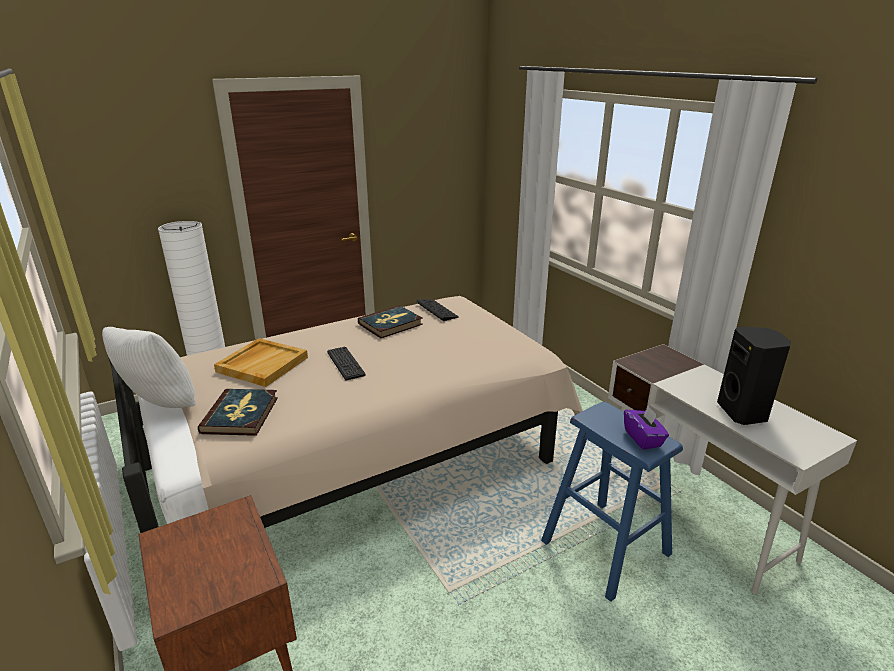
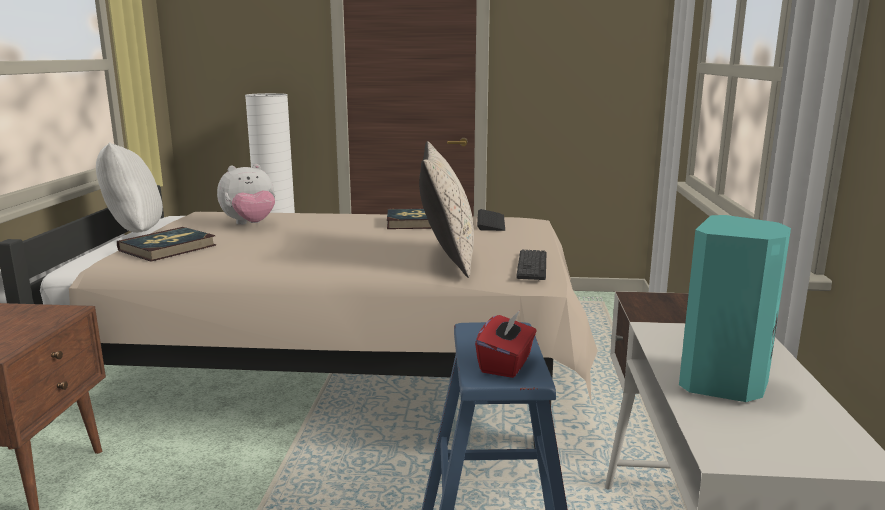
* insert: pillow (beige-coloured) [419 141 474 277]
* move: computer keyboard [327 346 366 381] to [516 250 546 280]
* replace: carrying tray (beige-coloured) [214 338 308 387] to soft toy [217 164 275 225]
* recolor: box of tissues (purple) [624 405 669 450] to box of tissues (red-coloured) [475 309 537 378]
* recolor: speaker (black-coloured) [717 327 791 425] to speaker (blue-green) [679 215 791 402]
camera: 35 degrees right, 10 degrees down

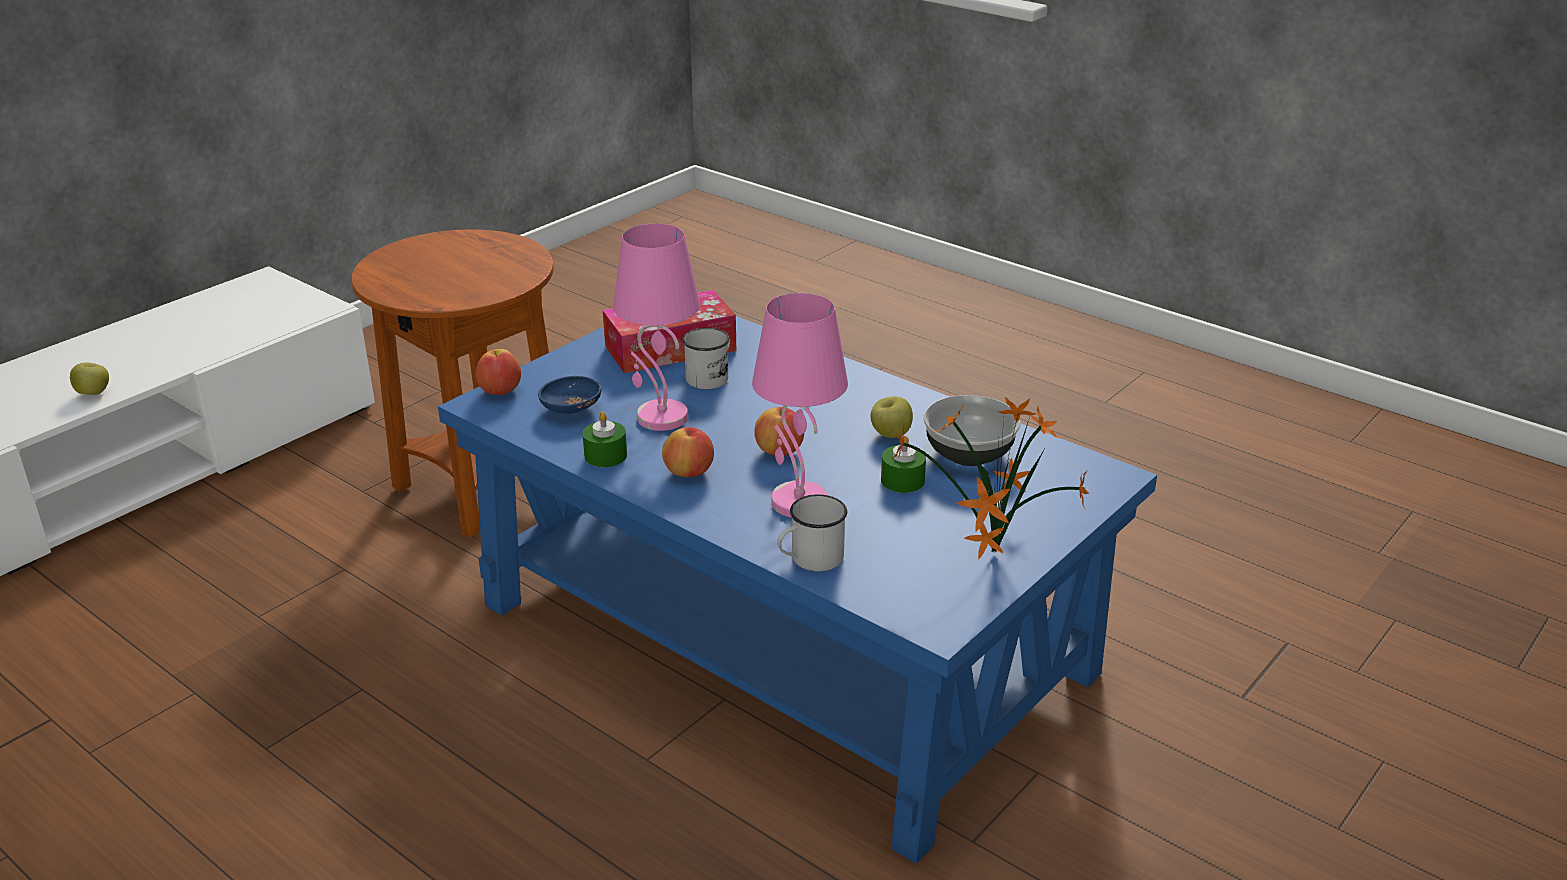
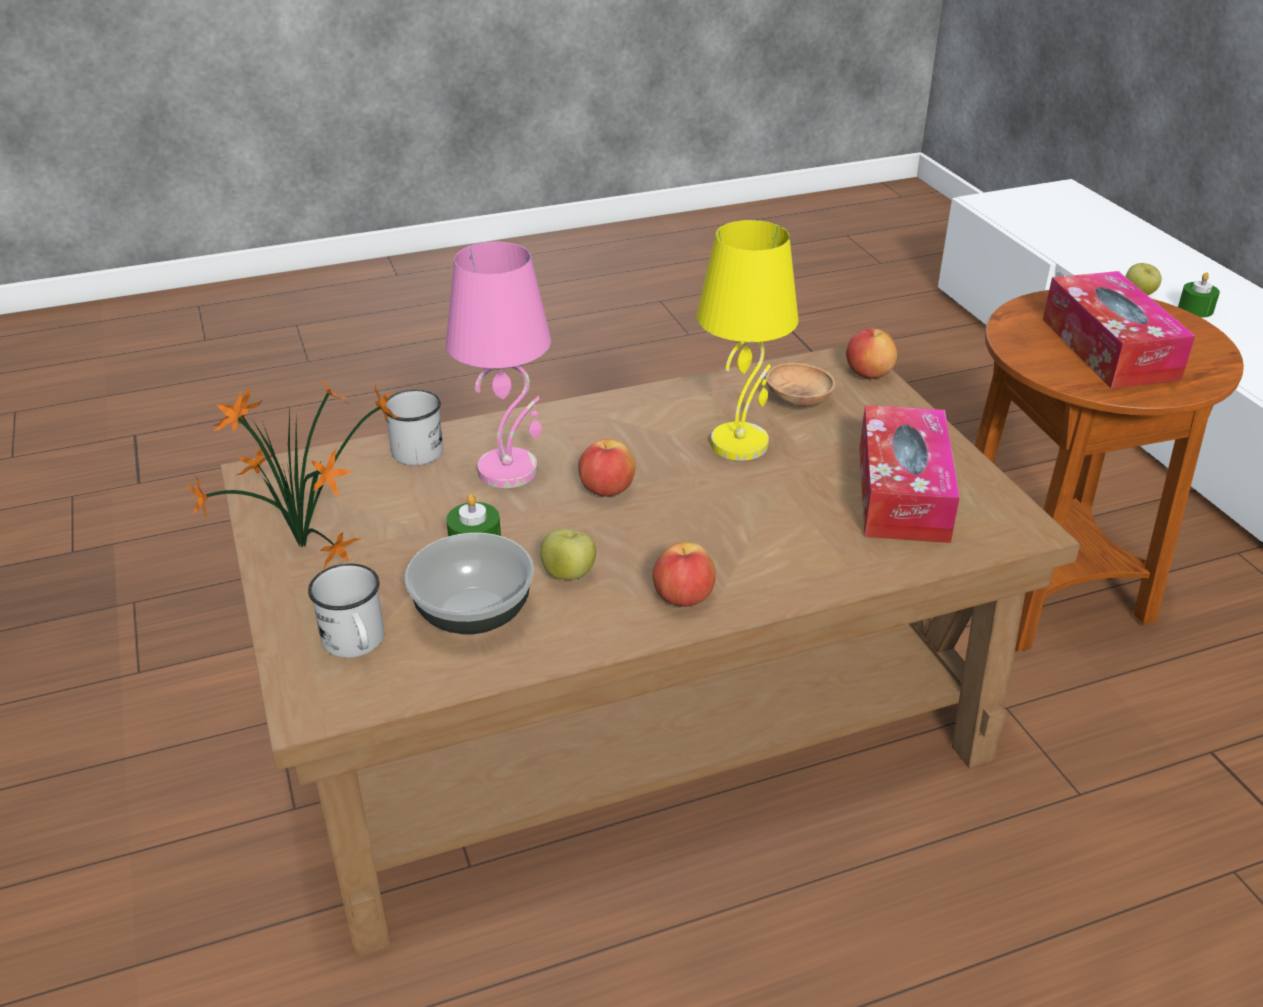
* insert: box of tissues [1043 271 1195 388]
* move: wax light (green) [583 411 627 467] to [1178 272 1220 317]
* move: whole apple [662 427 714 477] to [652 542 716 607]
* move: coffee mug (whitish) [682 328 730 389] to [308 563 384 658]
* recolor: lounge table (blue-coloured) [438 316 1157 864] to lounge table (brown) [220 345 1080 957]
* recolor: deep dish (blue-coloured) [538 376 602 414] to deep dish (brown) [766 363 835 407]
* recolor: tabletop lamp (pink) [613 224 700 431] to tabletop lamp (yellow) [697 220 799 461]
camera: 120 degrees right, 5 degrees up

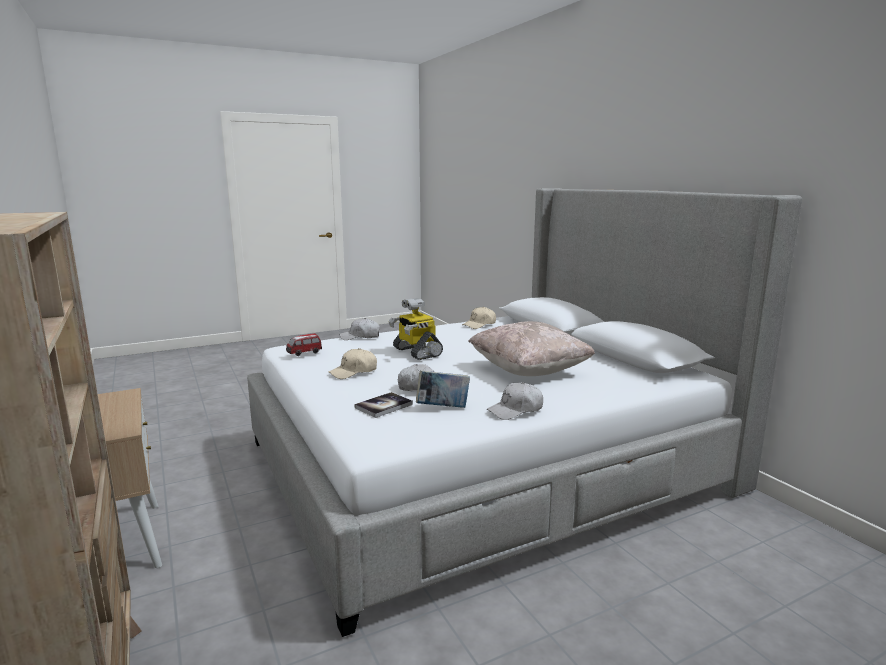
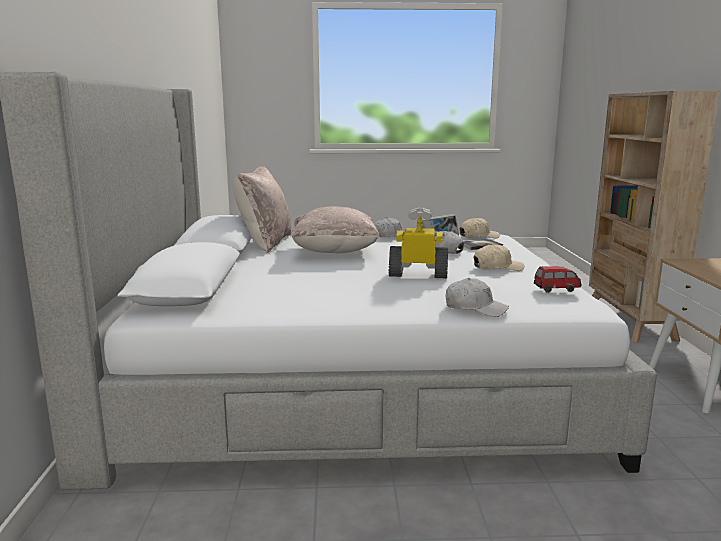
* insert: pillow (beige-coloured) [234 166 291 253]
* move: baseball cap (beige-coloured) [462 307 496 329] to [460 217 500 238]
* rotate: model robot [388 298 443 360] = [389 207 448 278] 75 degrees counterclockwise
camera: 155 degrees left, 0 degrees up

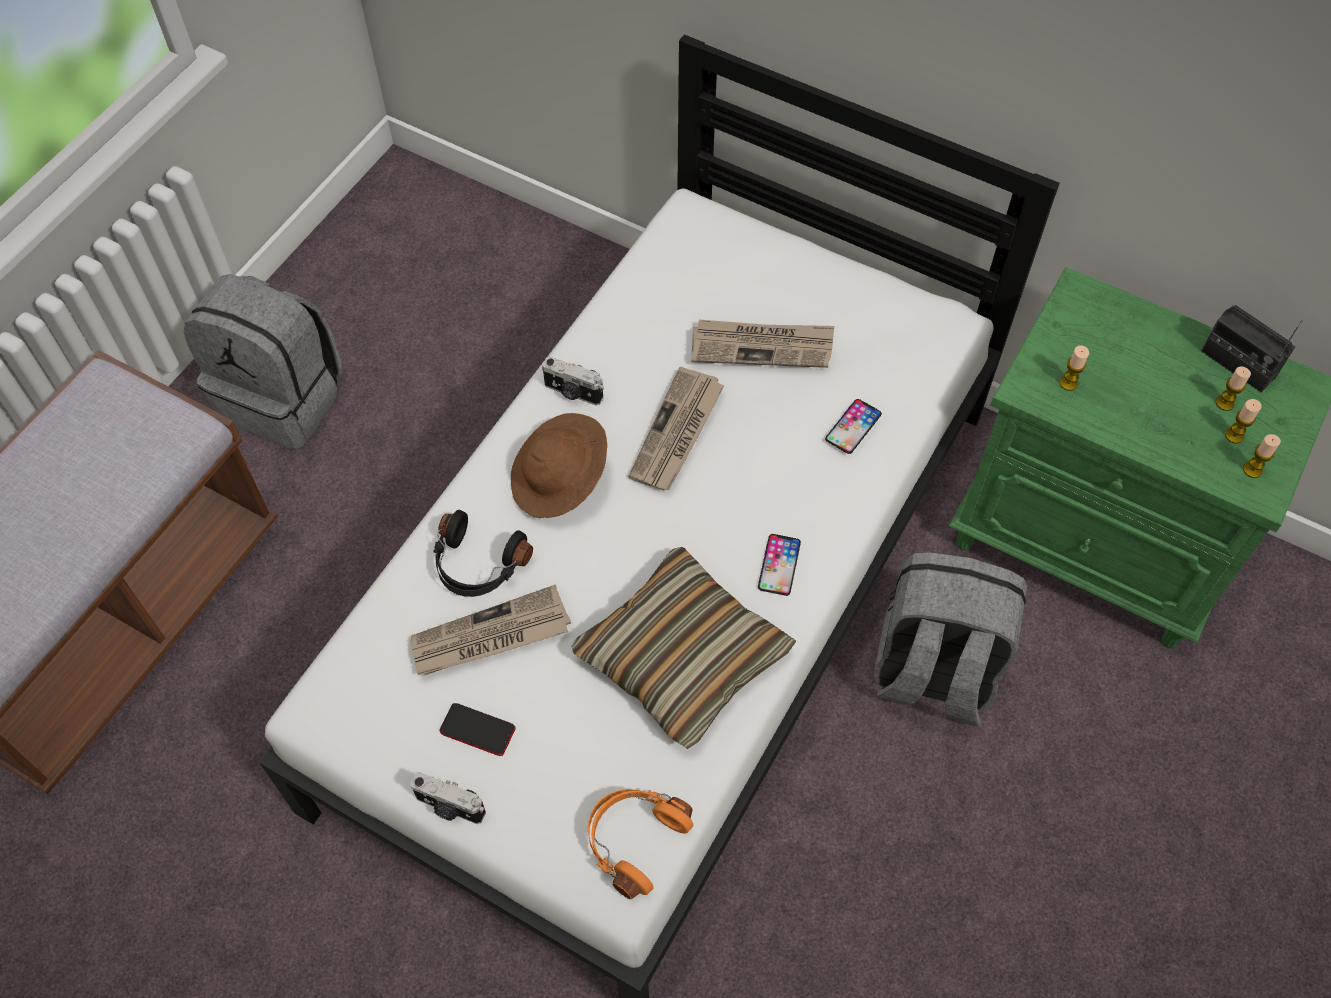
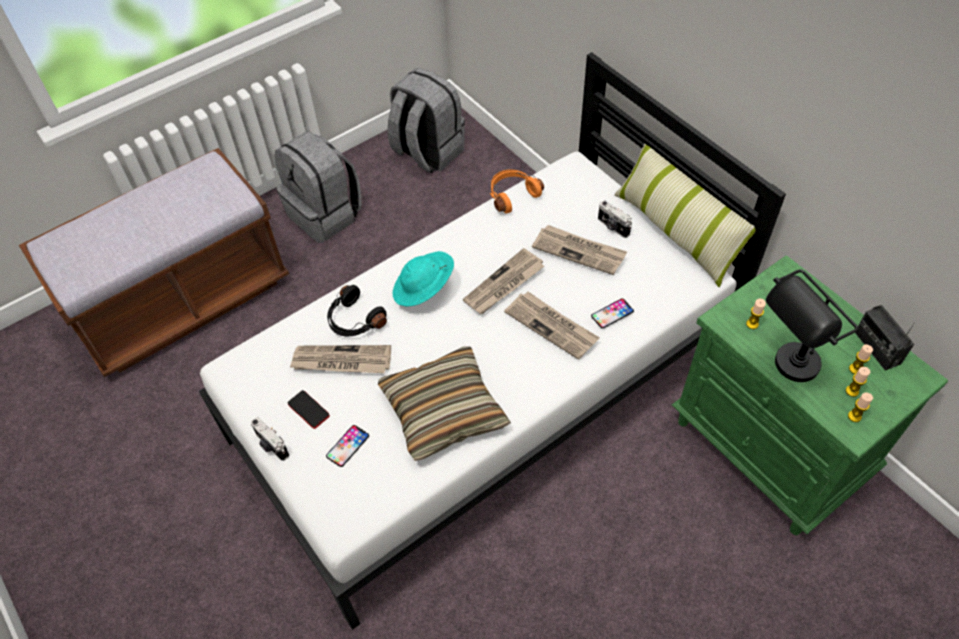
* insert: daily paper [504 292 600 360]
* insert: pillow [614 143 756 287]
* insert: tabletop lamp (black-coloured) [766 269 858 382]
* move: still camera [542 356 604 406] to [598 201 632 238]
* move: pair of headphones (orange) [588 789 693 899] to [490 170 544 213]
* move: handset [758 534 801 596] to [326 425 369 467]
* move: knapsack (gray) [874 552 1027 726] to [388 68 465 174]
* recolor: clothing hat (brown) [511 413 607 518] to clothing hat (blue-green) [392 251 454 307]
camera: 25 degrees right, 5 degrees down

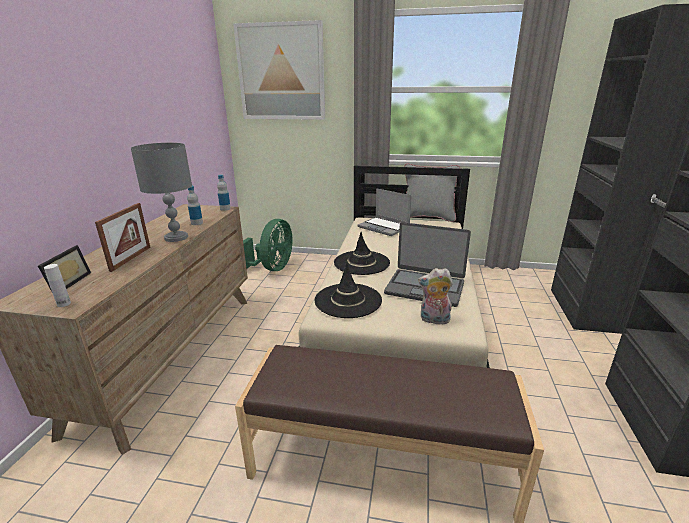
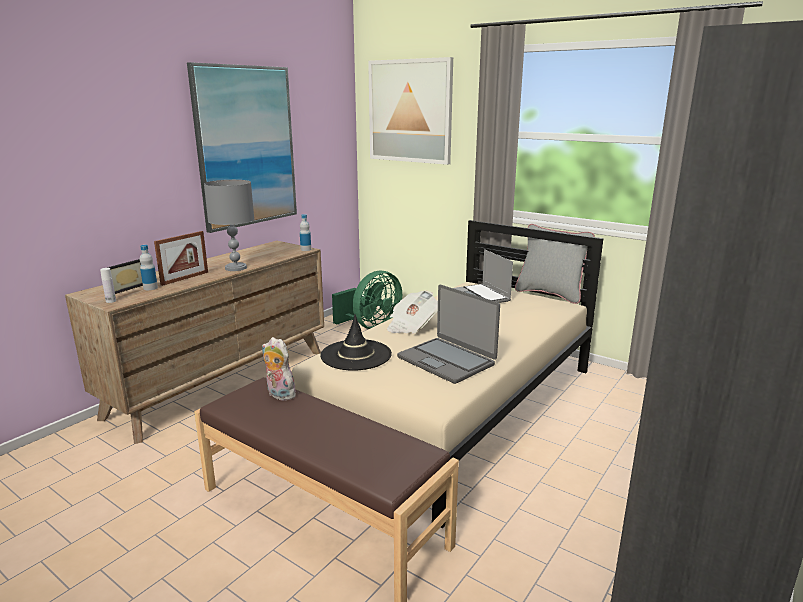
* insert: wall art [187 62 297 233]
* move: beverage bottle [187 186 203 225] to [140 245 158 290]
* move: soft toy [418 268 453 324] to [262 337 297 401]
* replace: clothing hat (black-coloured) [334 232 390 275] to daily paper [387 291 438 334]
camera: 25 degrees right, 5 degrees down

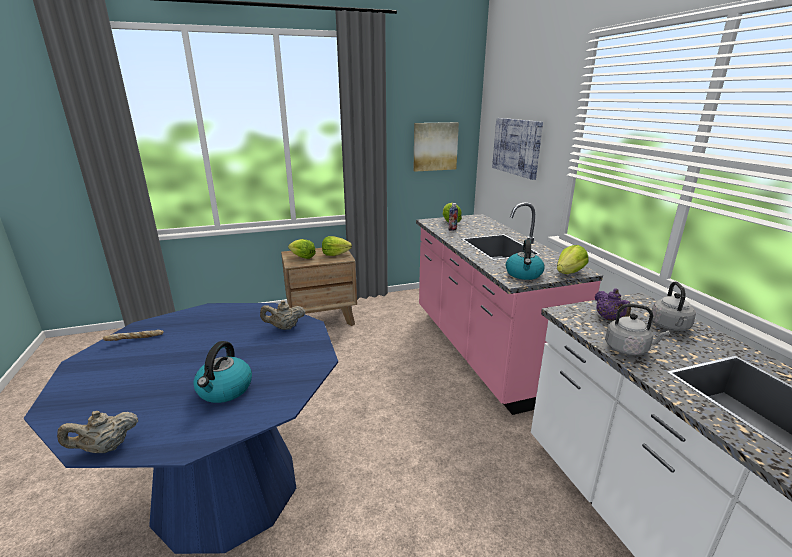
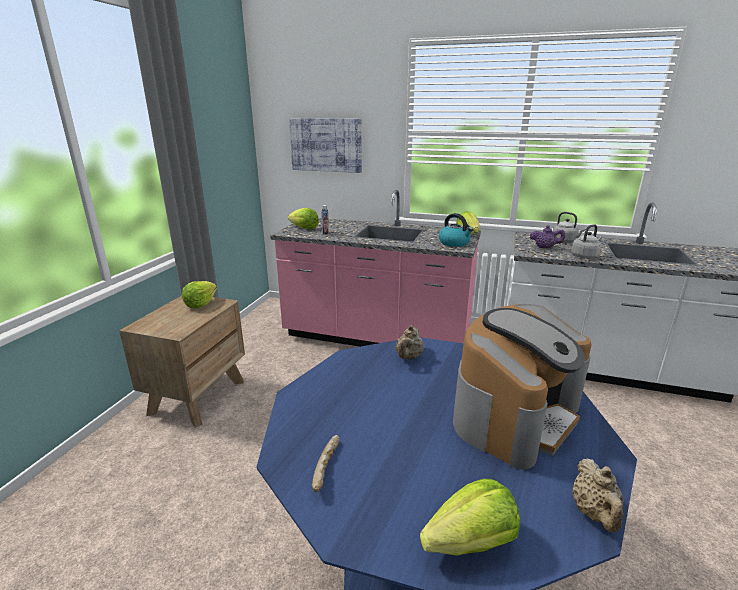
* delete: wall art [413 122 459 172]
* move: lettuce head [288 239 316 259] to [420 479 520 556]
* replace: kettle [193 341 252 403] to coffee machine [453 304 592 469]
camera: 55 degrees left, 0 degrees up

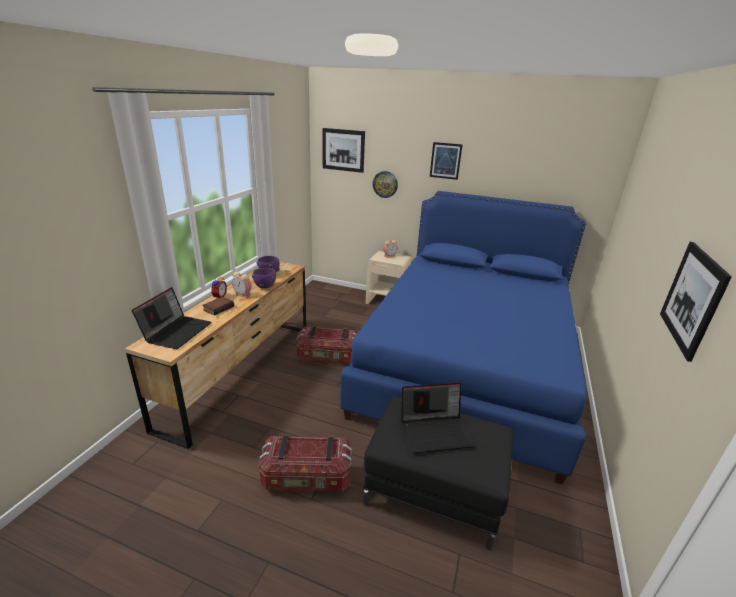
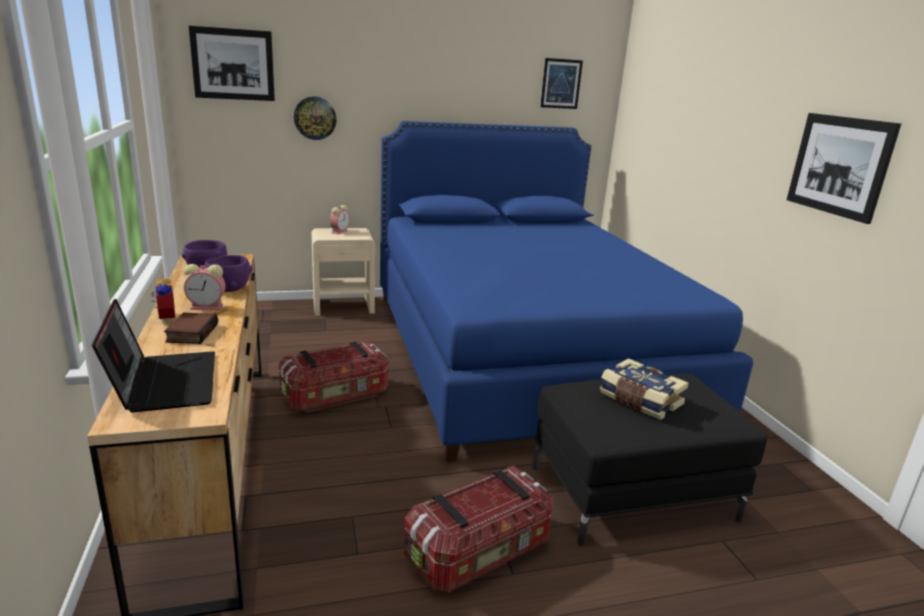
* move: wall art [430 142 462 180] to [540 58 583 109]
* replace: laptop [401 383 474 453] to volume [600 358 689 420]
camera: 35 degrees left, 5 degrees down

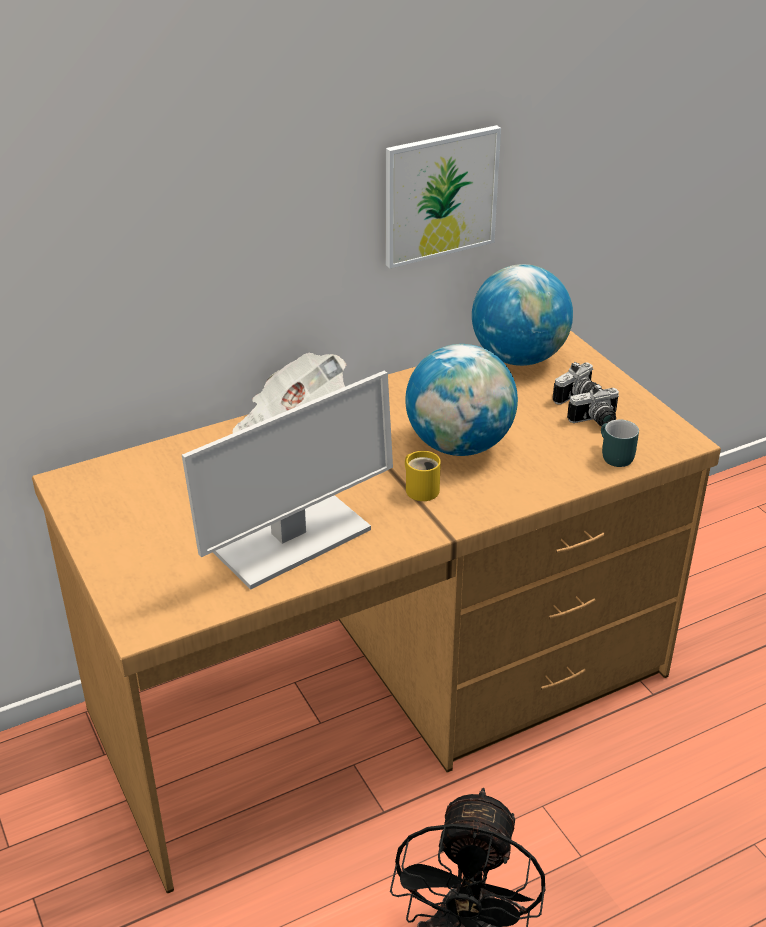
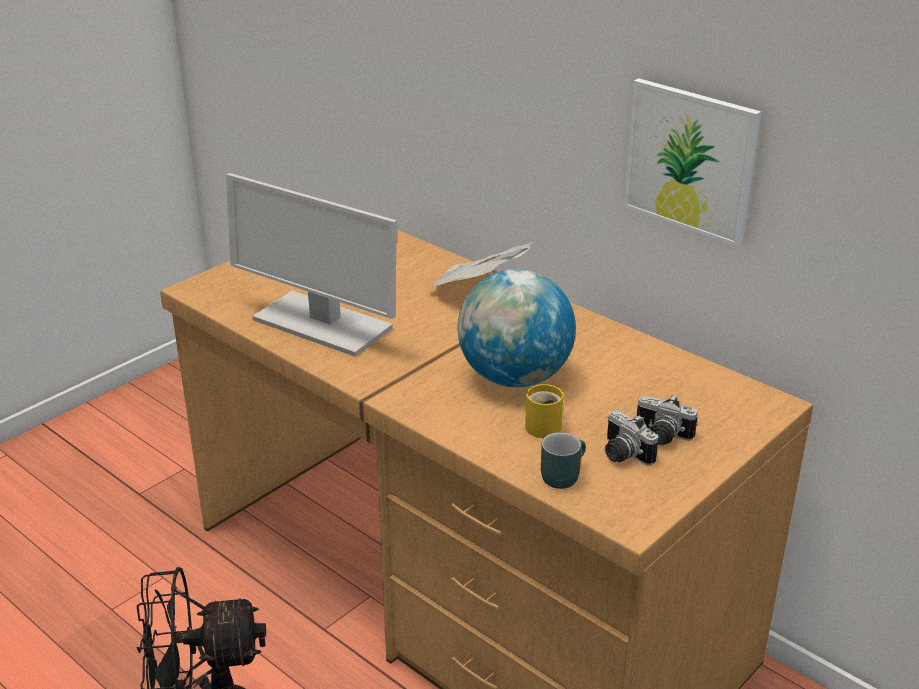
* delete: world globe [472 264 573 366]
* move: coffee mug (yellow) [405 451 441 501] to [525 384 564 438]
camera: 70 degrees right, 5 degrees down

